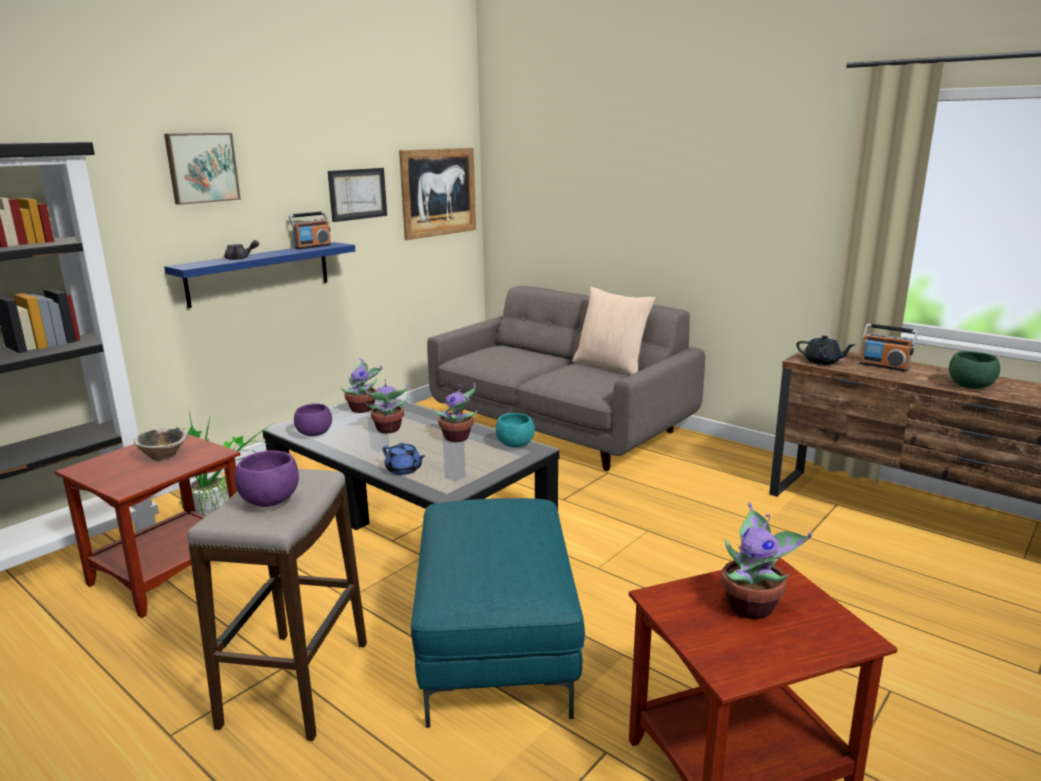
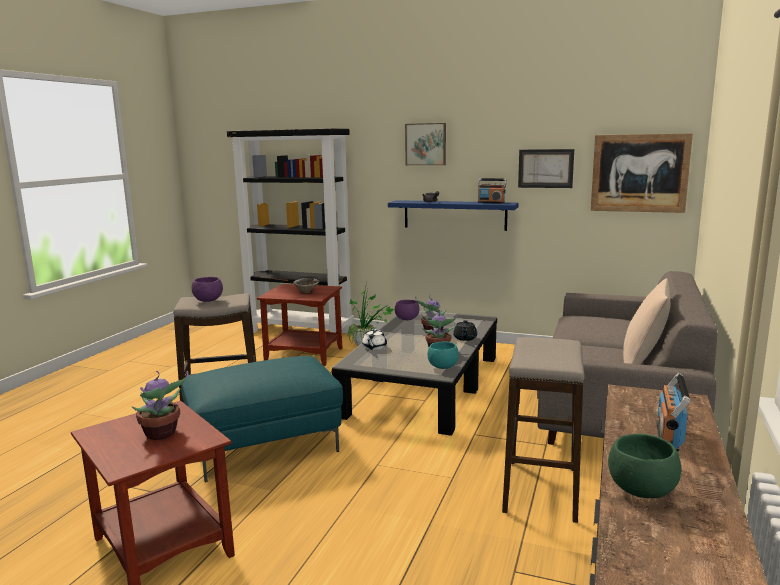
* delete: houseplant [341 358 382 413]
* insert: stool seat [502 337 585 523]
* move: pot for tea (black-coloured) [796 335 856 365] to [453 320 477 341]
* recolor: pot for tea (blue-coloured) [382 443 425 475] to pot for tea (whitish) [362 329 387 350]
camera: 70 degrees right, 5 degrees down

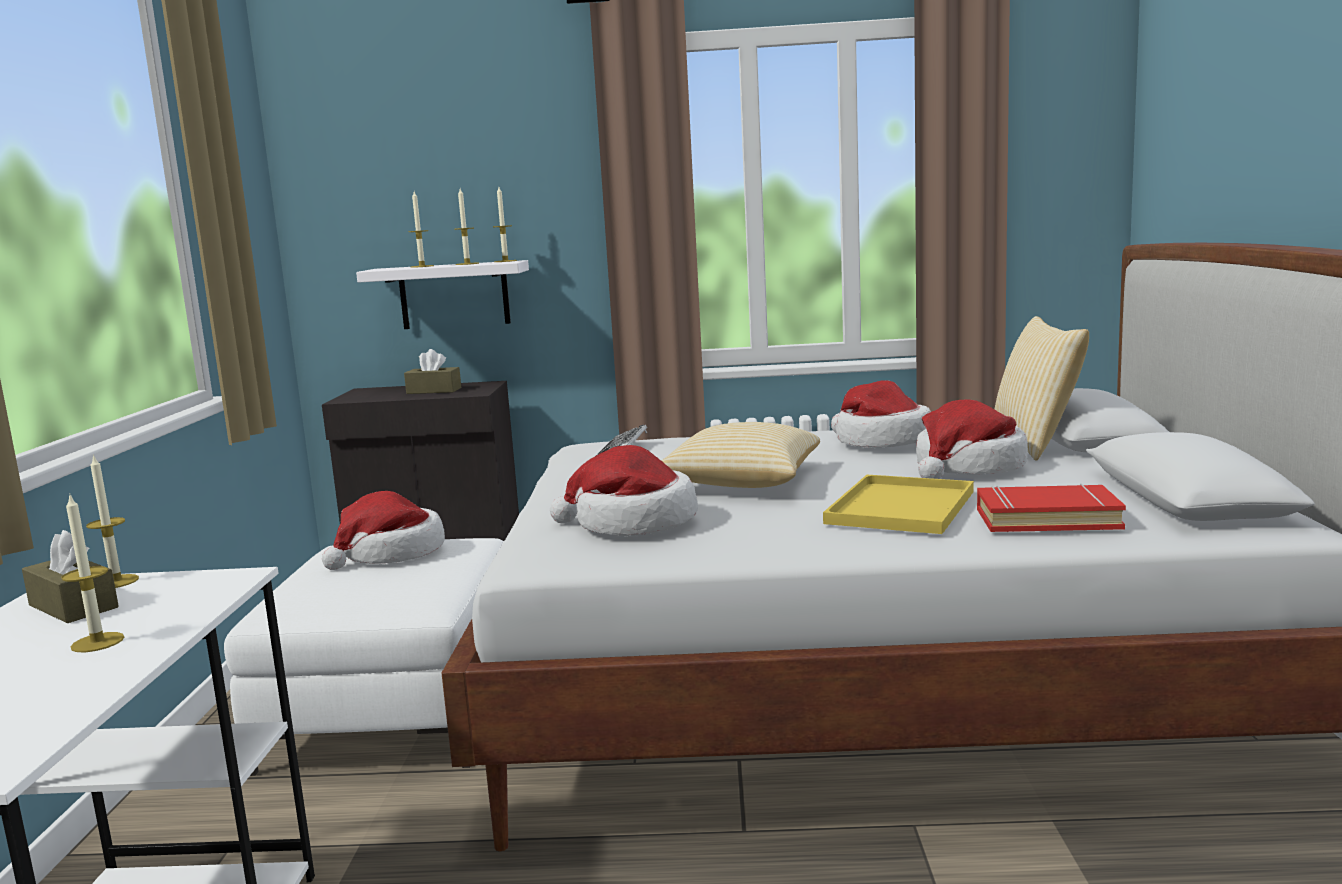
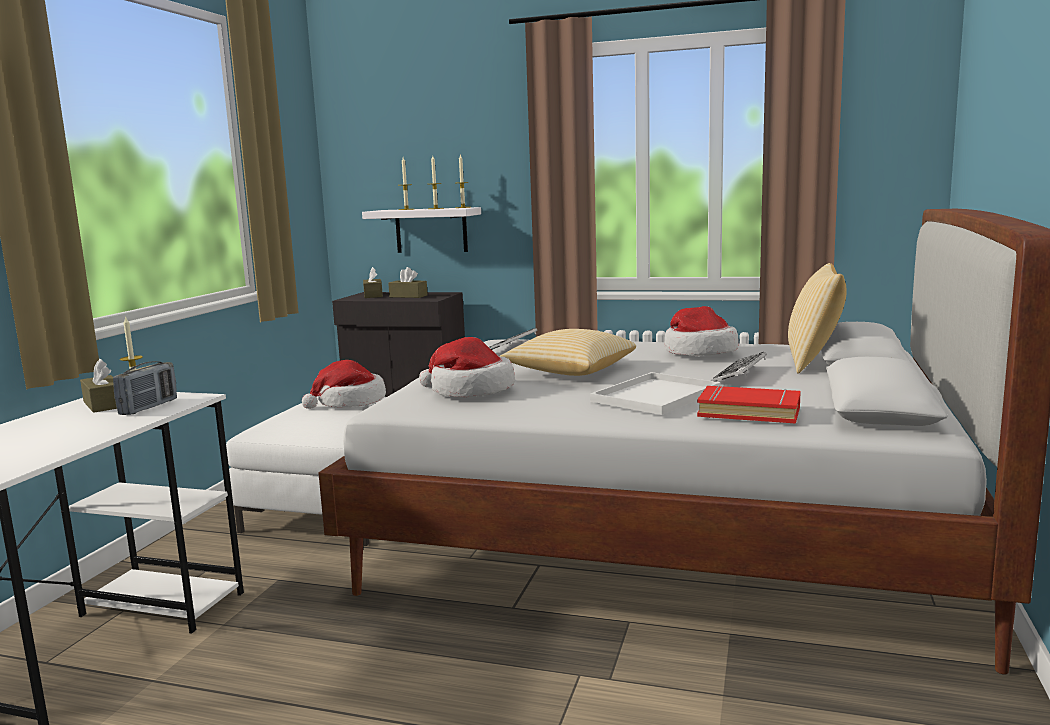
* delete: wax light [61 493 124 652]
* insert: radio set [113 361 177 415]
* insert: box of tissues (brown) [363 267 383 298]
* replace: clothing hat [916 399 1028 479] to computer keyboard [711 352 767 382]
* recolor: carrying tray (yellow) [823 475 974 534] to carrying tray (whitish) [590 372 721 415]
camera: 15 degrees right, 0 degrees up

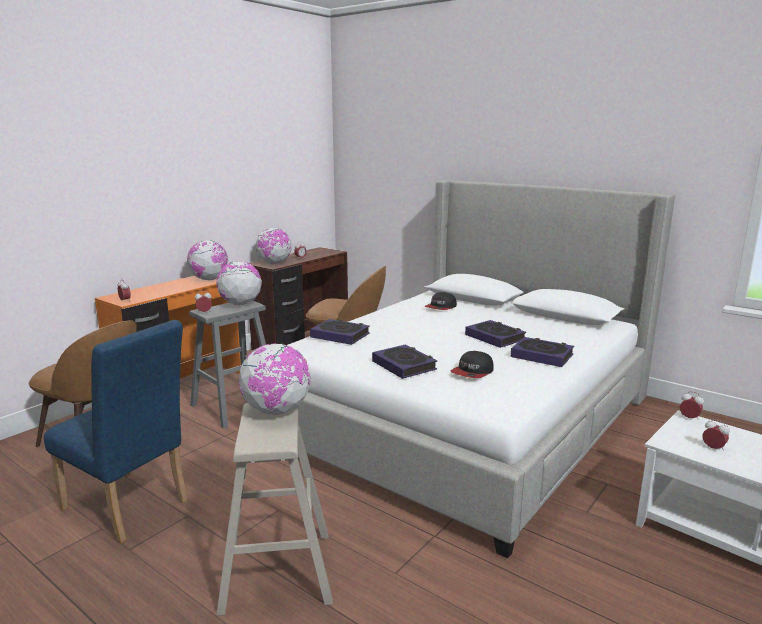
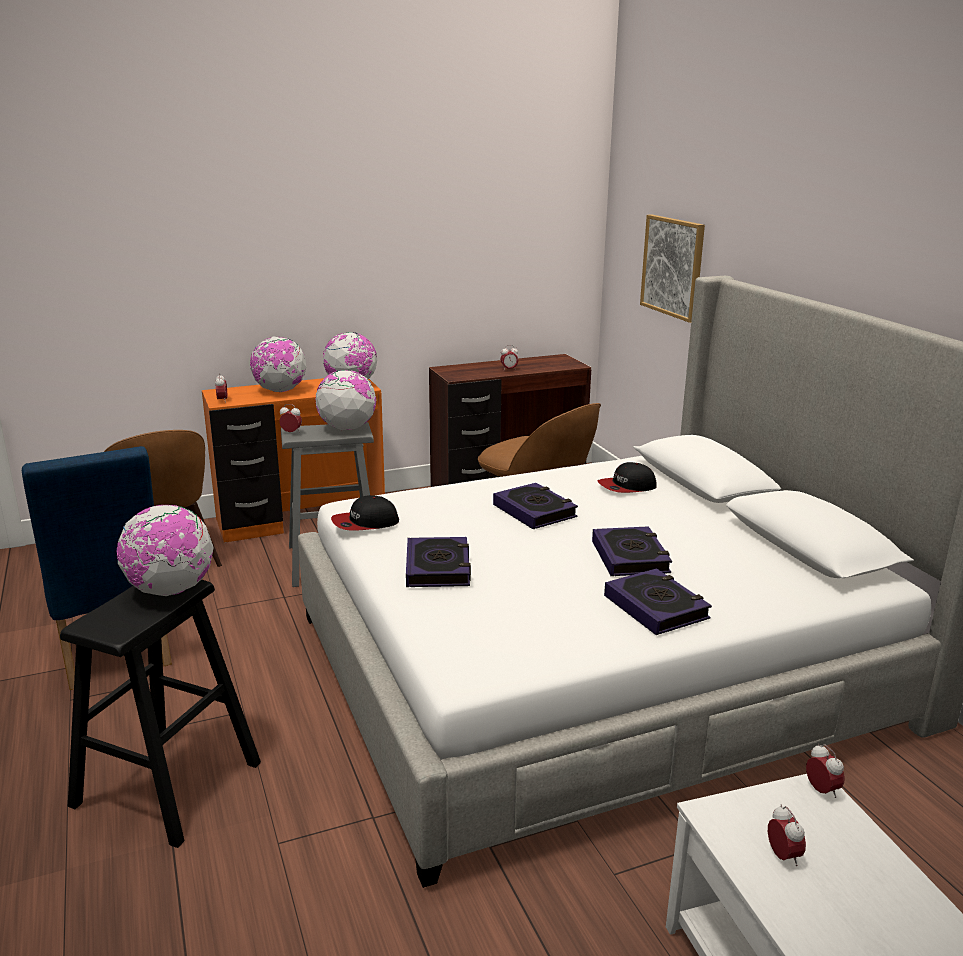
* insert: wall art [640 215 705 323]
* move: world globe [256 228 292 263] to [250 336 306 392]
* move: volume [310 319 370 345] to [493 483 578 529]
* move: baseball cap [451 351 494 378] to [331 495 399 531]
* recolor: stool seat (beige-coloured) [217 403 333 616] to stool seat (black-coloured) [60 580 261 848]
camera: 30 degrees right, 5 degrees up

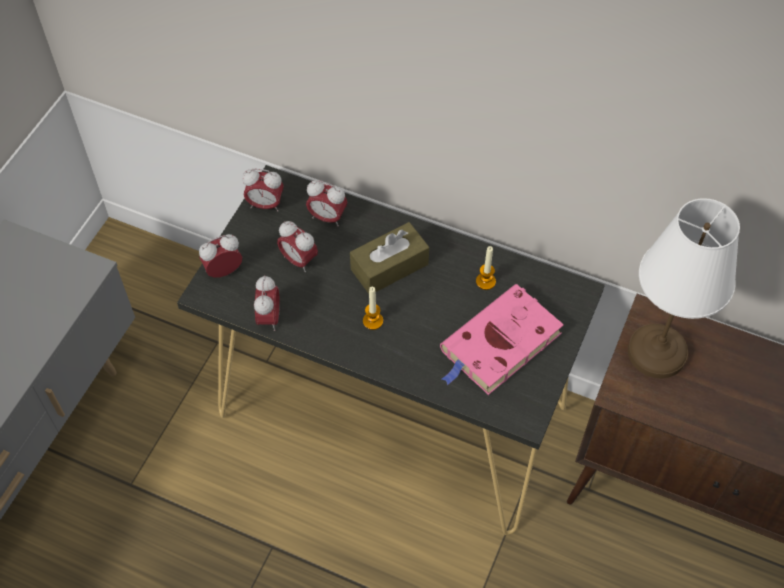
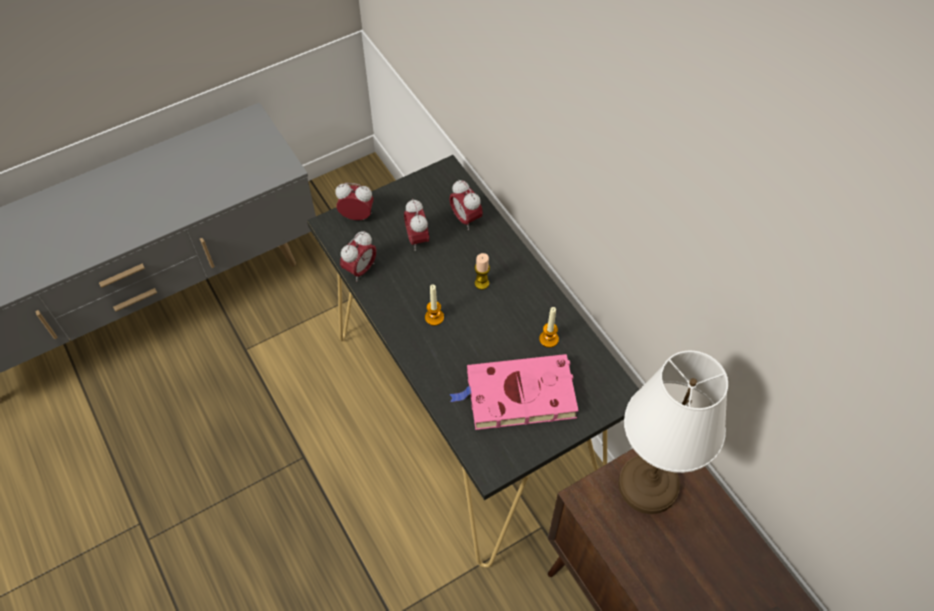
* delete: bedside clock [242 169 284 212]
* replace: box of tissues (brown) [350 222 429 294] to wax light [475 253 490 290]
camera: 35 degrees right, 0 degrees up

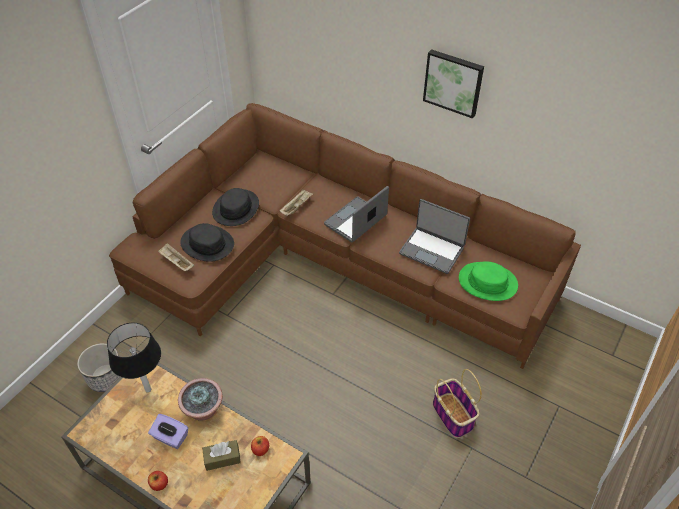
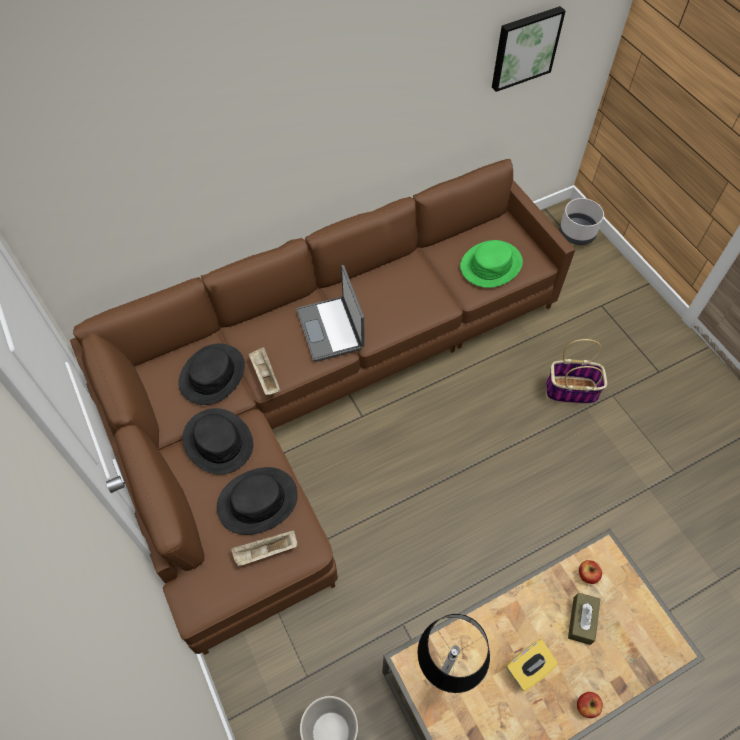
* delete: houseplant [178 378 223 421]
* delete: laptop [399 199 470 274]
* insert: clothing hat (black-coloured) [178 343 245 405]
* insert: planter (gray) [559 198 604 245]
* move: wall art [423 49 484 119] to [492 6 565 92]
* recolor: box of tissues (purple) [148 414 188 449] to box of tissues (yellow) [506 639 558 692]
camera: 60 degrees left, 10 degrees up

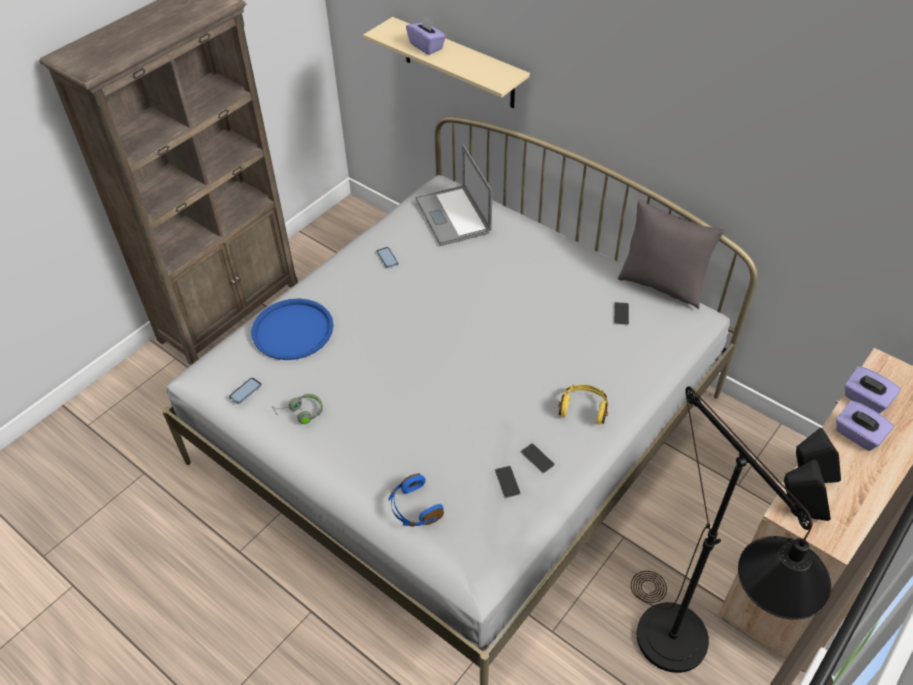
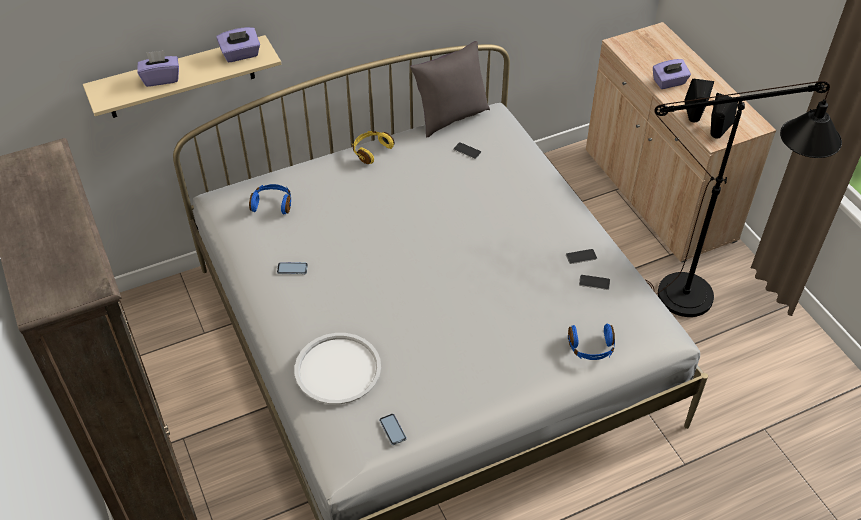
* delete: pair of headphones (gray) [272 394 323 424]
* move: pair of headphones (yellow) [559 384 608 425] to [352 131 394 164]
* move: box of tissues (purple) [845 366 901 414] to [216 27 260 62]
* replace: laptop [415 144 492 246] to pair of headphones (blue-coloured) [249 184 291 215]
* recolor: carrying tray (blue-coloured) [251 299 333 360] to carrying tray (whitish) [294 333 381 404]
camera: 65 degrees left, 0 degrees up

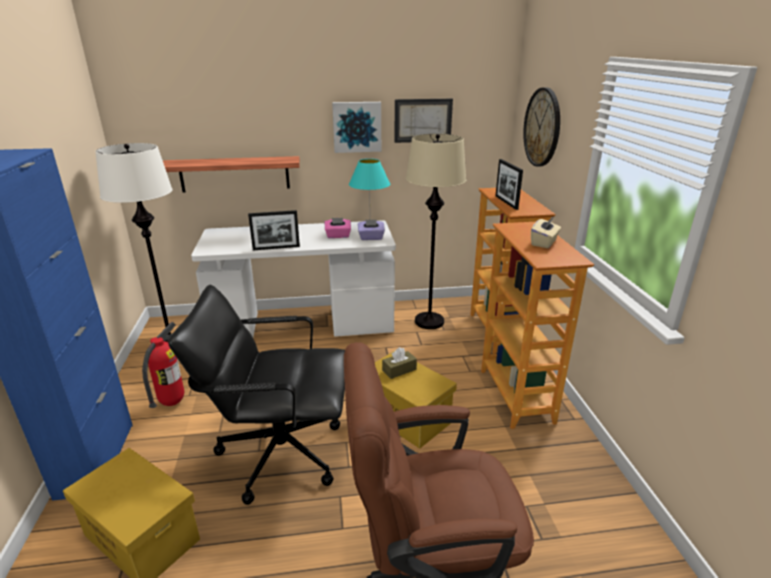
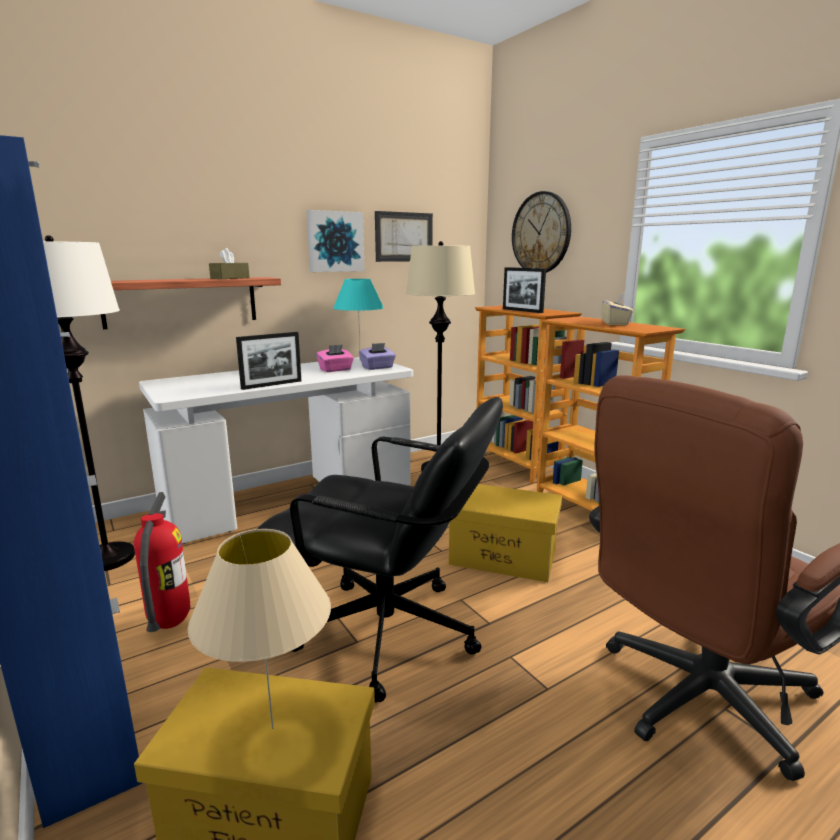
* insert: tabletop lamp (beige-coloured) [188 529 331 729]
* move: box of tissues (brown) [382 347 417 379] to [209 248 250 279]
* rotate: office chair (black-coloured) [168 285 345 505] = [257 397 503 703] 135 degrees counterclockwise
camera: 25 degrees left, 10 degrees down

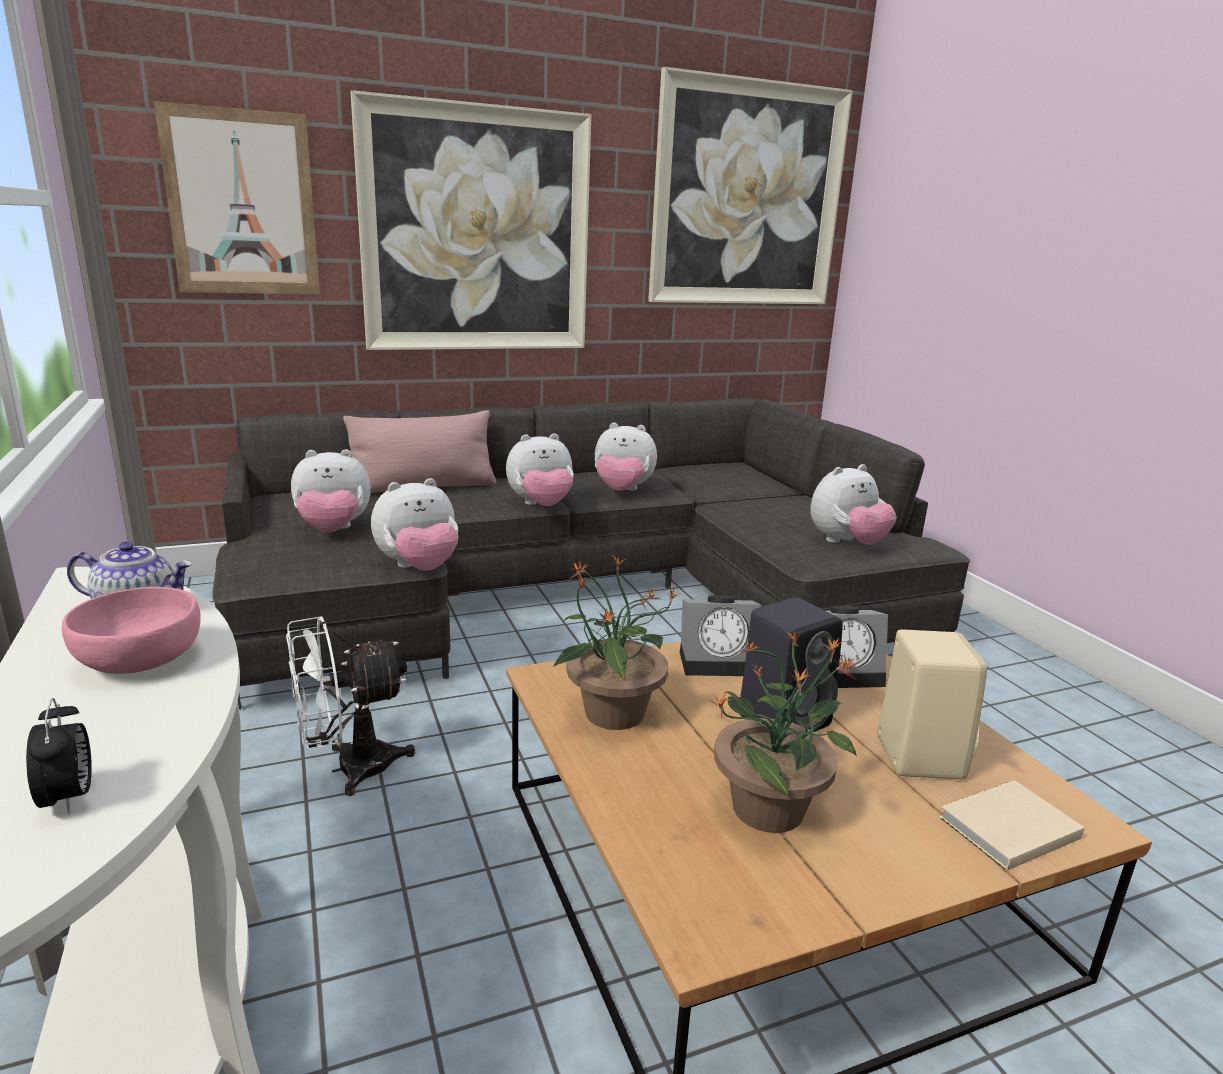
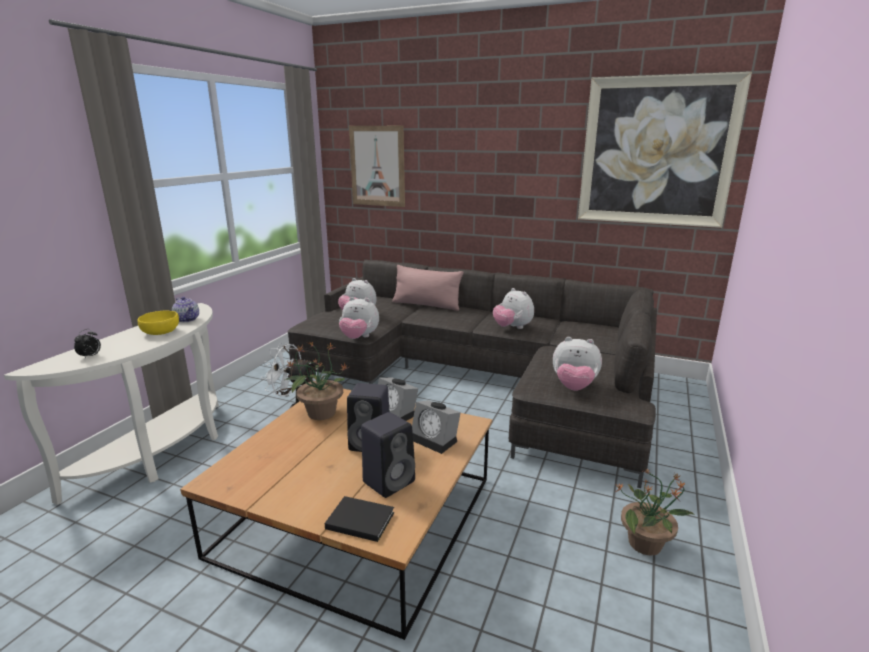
* delete: wall art [351 90 591 350]
* delete: soft toy [506 433 574 506]
* move: houseplant [710 631 857 833] to [616 468 694 556]
* recolor: deep dish (pink) [62 587 200 674] to deep dish (yellow) [138 311 179 335]
* recolor: speaker (beige-coloured) [877 630 987 779] to speaker (black-coloured) [361 412 415 498]
* recolor: volume (beige-coloured) [939 780 1084 871] to volume (black-coloured) [325 496 394 542]
camera: 45 degrees right, 0 degrees up

